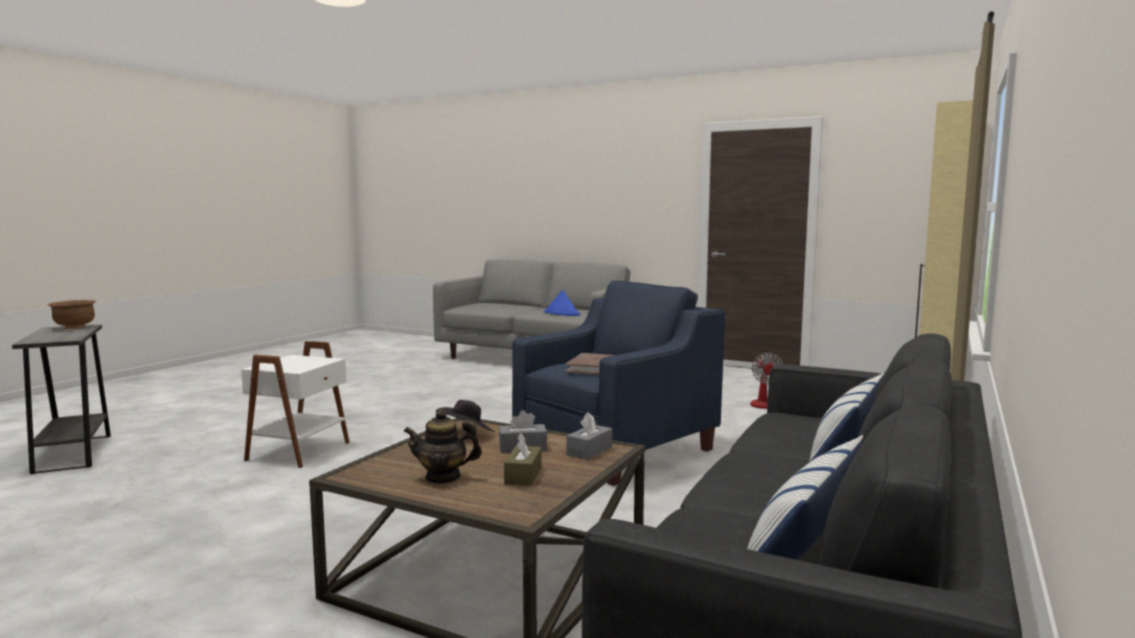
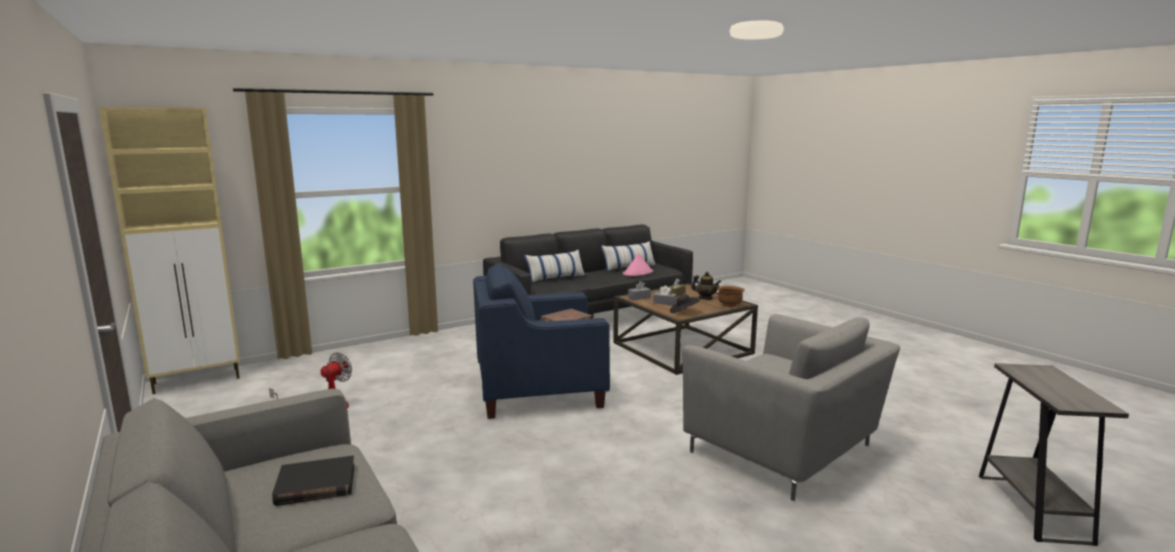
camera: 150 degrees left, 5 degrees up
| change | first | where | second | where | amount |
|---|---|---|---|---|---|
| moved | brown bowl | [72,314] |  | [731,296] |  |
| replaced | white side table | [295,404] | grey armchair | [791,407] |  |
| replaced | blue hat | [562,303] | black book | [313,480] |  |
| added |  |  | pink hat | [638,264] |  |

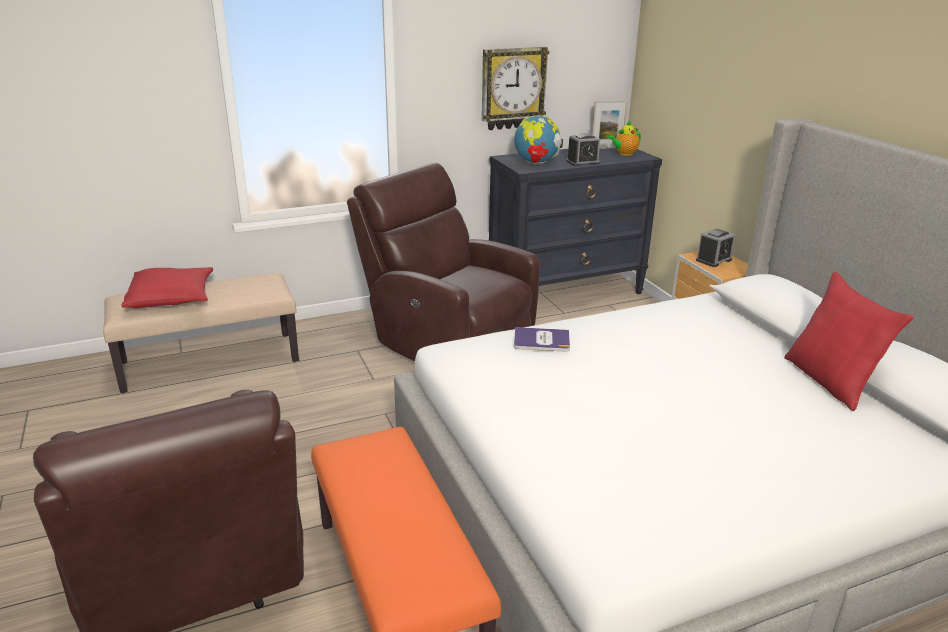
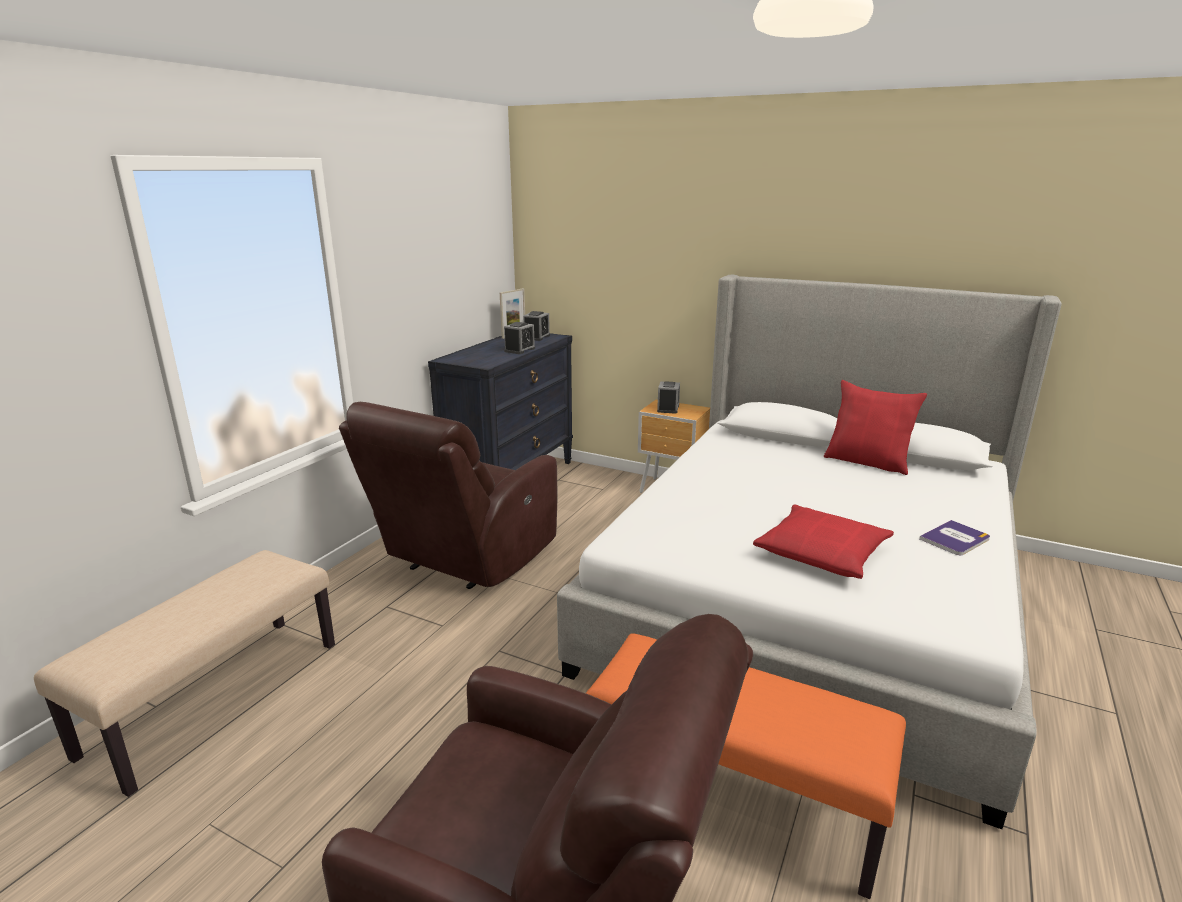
camera: 40 degrees left, 5 degrees down
| change | first | where | second | where | amount |
|---|---|---|---|---|---|
| moved | red pillow | [167,287] |  | [823,541] |  |
| turned | brown armchair | [443,262] |  | [448,495] | 60 degrees counterclockwise |
| removed | wall clock | [515,88] |  |  |  |
| removed | globe | [538,139] |  |  |  |
| moved | book | [542,339] |  | [954,537] |  |
| replaced | teapot | [624,138] | alarm clock | [536,326] |  |

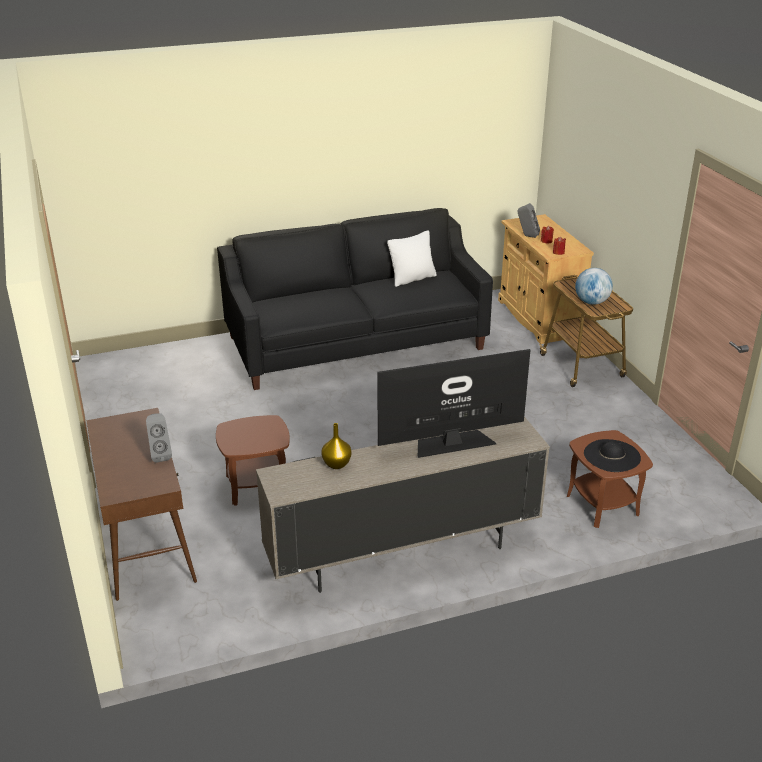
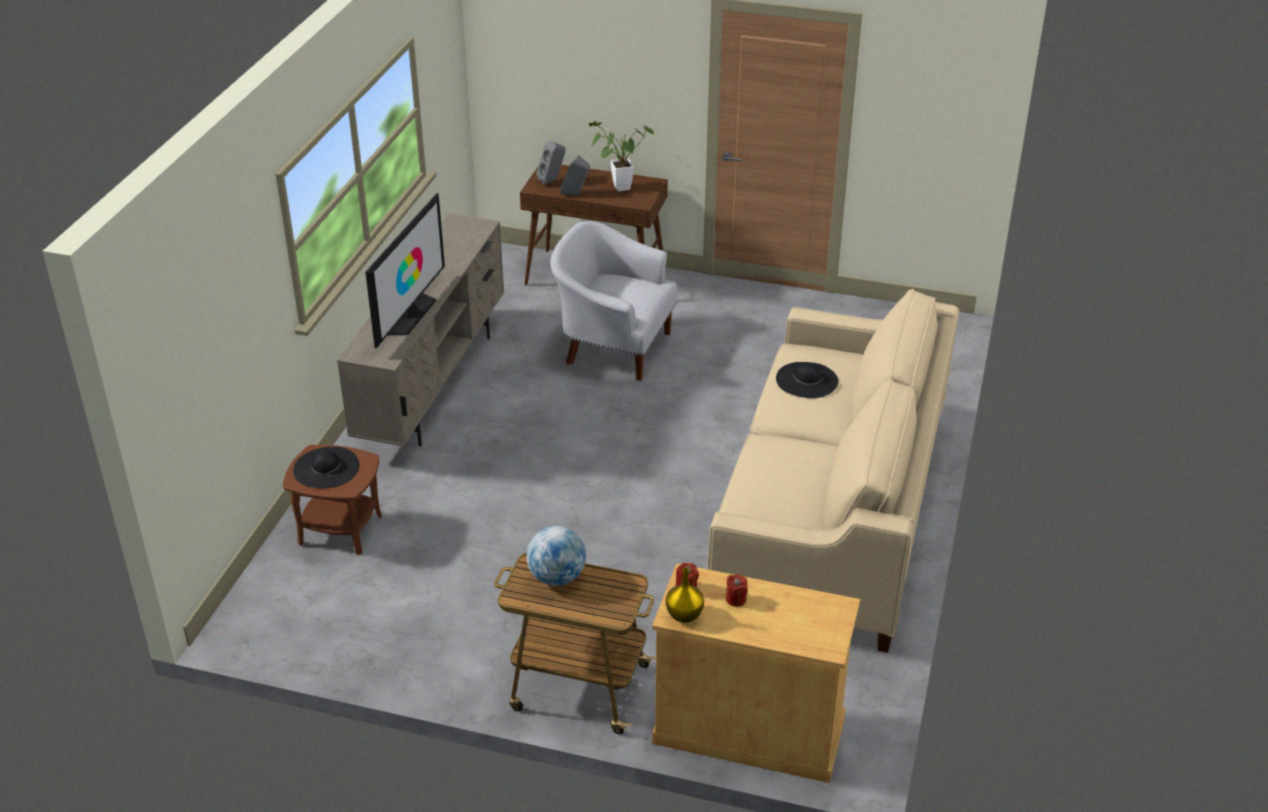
camera: 125 degrees right, 5 degrees up
| change | first | where | second | where | amount |
|---|---|---|---|---|---|
| replaced | brown side table | [253,460] | white armchair | [613,301] |  |
| recoloured | black sofa | [355,299] | beige sofa | [833,471] |  |
| moved | yellow vase | [336,446] |  | [685,595] |  |
| removed | white pillow | [412,258] |  |  |  |
| moved | grey speaker | [529,220] |  | [551,162] |  |
| added |  |  | potted plant | [621,156] |  |
| added |  |  | black hat | [807,380] |  |

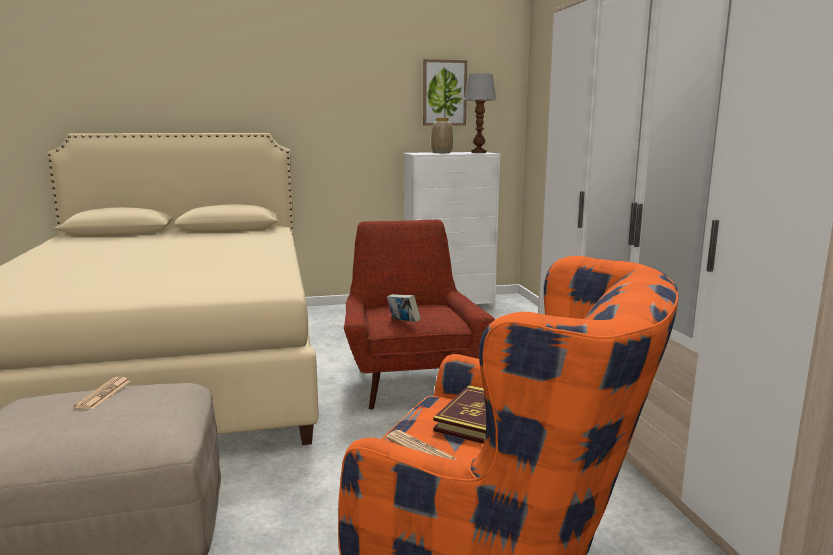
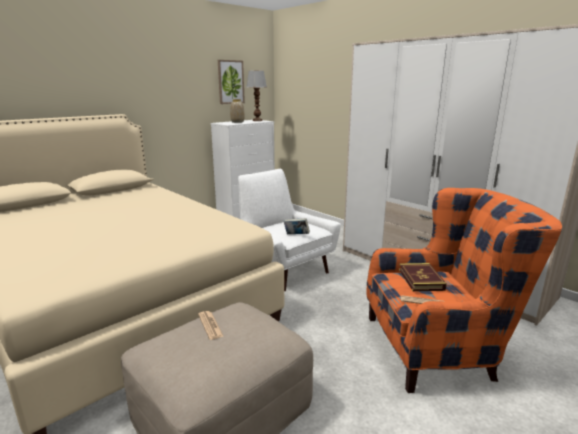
camera: 30 degrees left, 5 degrees up
| change | first | where | second | where | amount |
|---|---|---|---|---|---|
| recoloured | red armchair | [419,314] | white armchair | [289,230] |  |

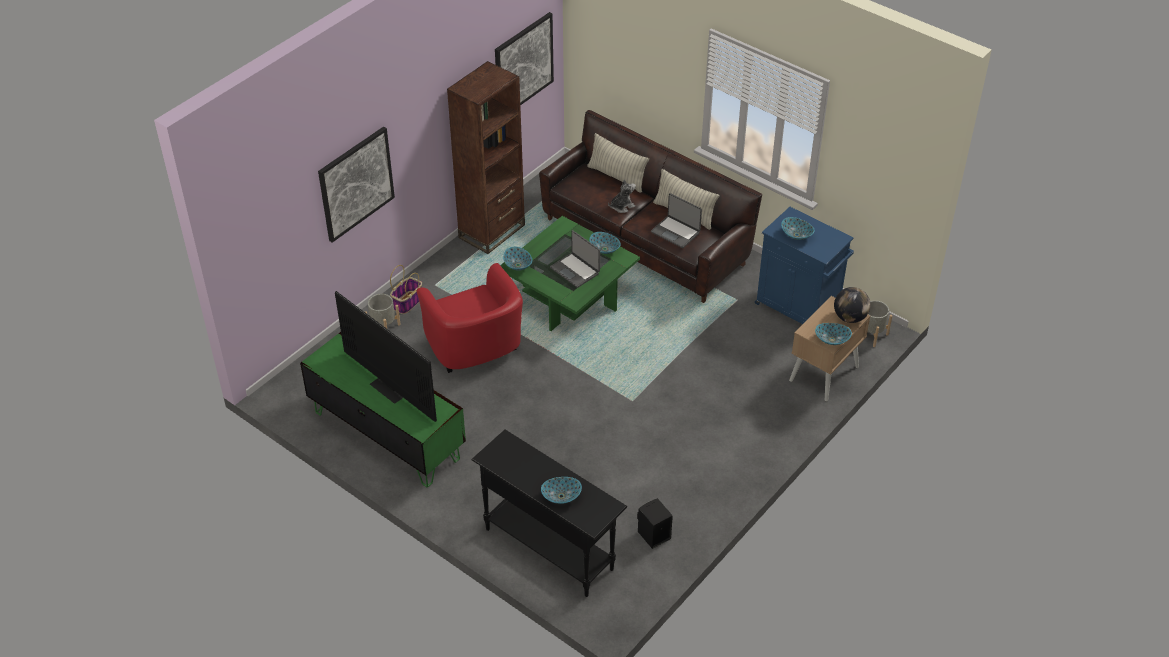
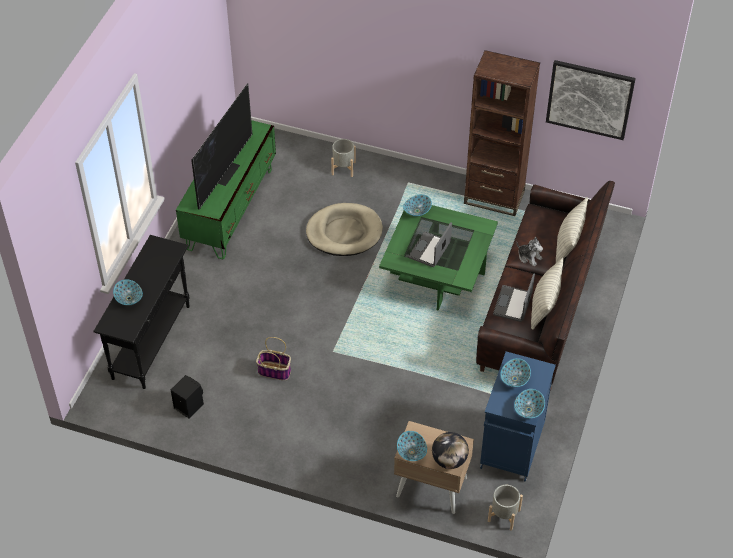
camera: 70 degrees right, 5 degrees up
| change | first | where | second | where | amount |
|---|---|---|---|---|---|
| removed | picture | [356,185] |  |  |  |
| moved | basket | [406,289] |  | [273,358] |  |
| replaced | red armchair | [470,318] | beige dog bed | [344,229] |  |
| moved | bowl | [605,243] |  | [529,403] |  |

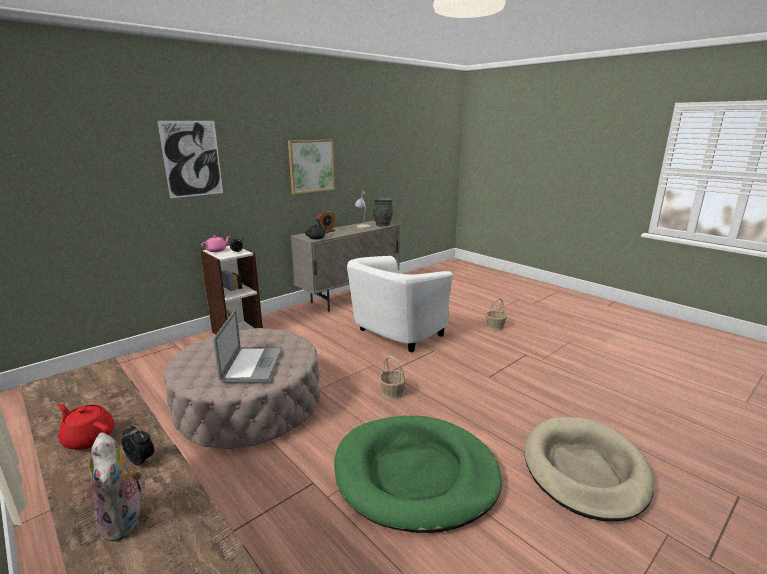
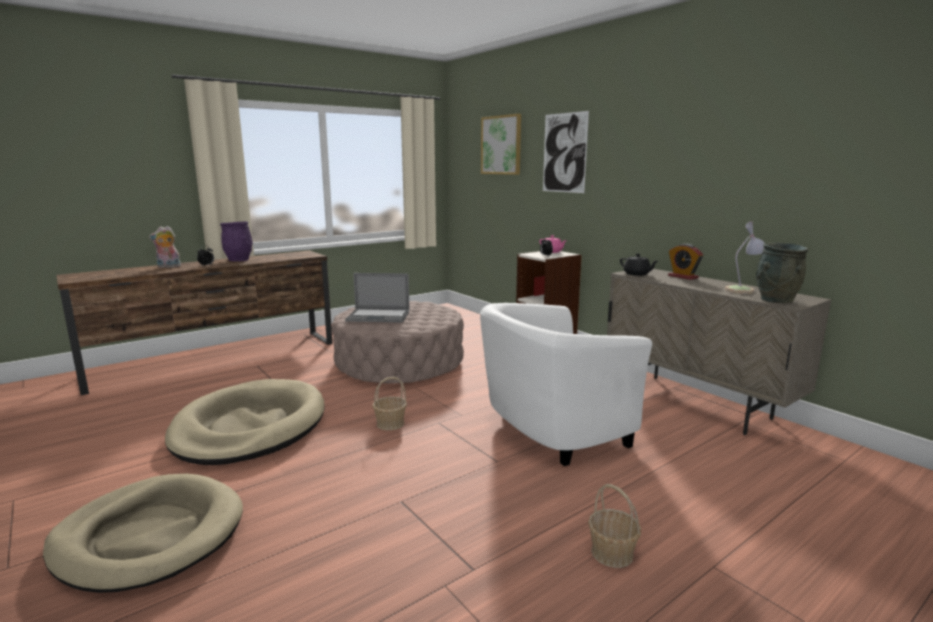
camera: 95 degrees right, 5 degrees down
| change | first | where | second | where | amount |
|---|---|---|---|---|---|
| replaced | red teapot | [86,427] | purple vase | [236,241] |  |
| moved | picture | [311,167] |  | [501,144] |  |
| recoloured | green dog bed | [418,474] | beige dog bed | [245,422] |  |
| turned | white armchair | [400,304] |  | [566,384] | 75 degrees counterclockwise |

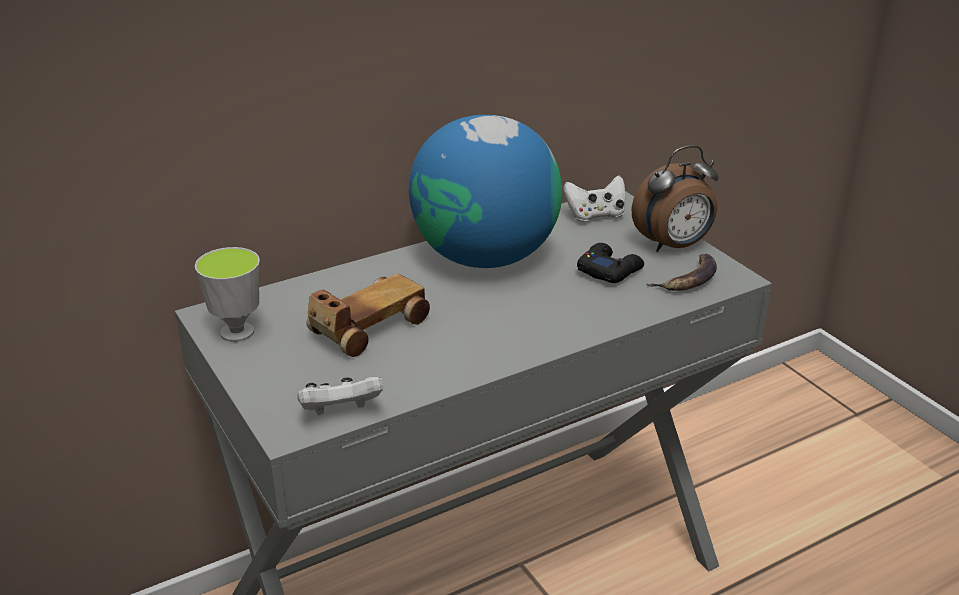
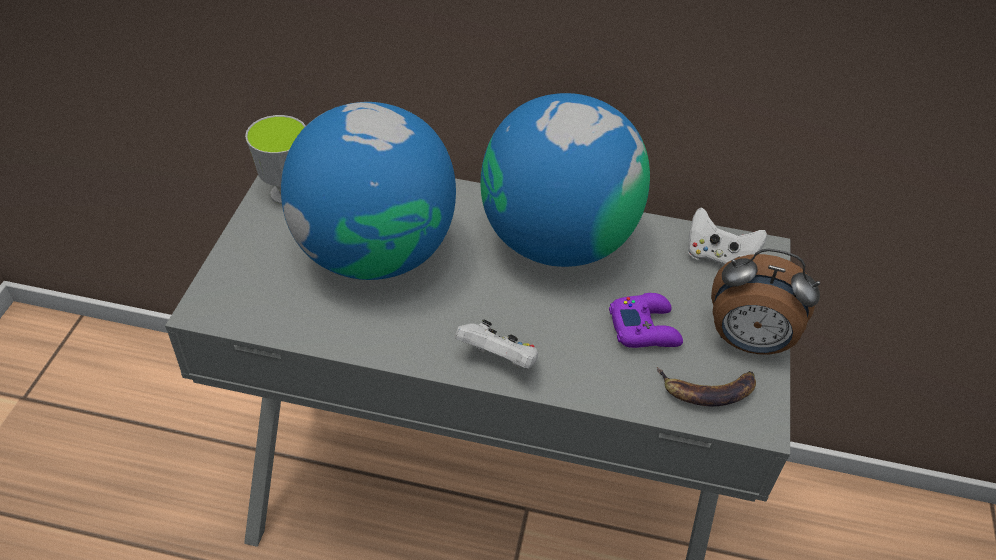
camera: 40 degrees right, 15 degrees up
| change | first | where | second | where | amount |
|---|---|---|---|---|---|
| moved | white game controller | [340,396] |  | [496,344] |  |
| replaced | toy car | [368,315] | globe | [368,191] |  |
| recoloured | black game controller | [610,263] | purple game controller | [646,320] |  |

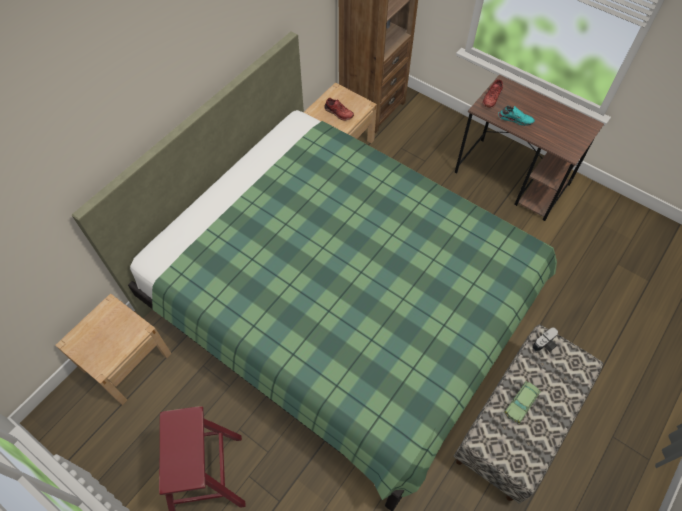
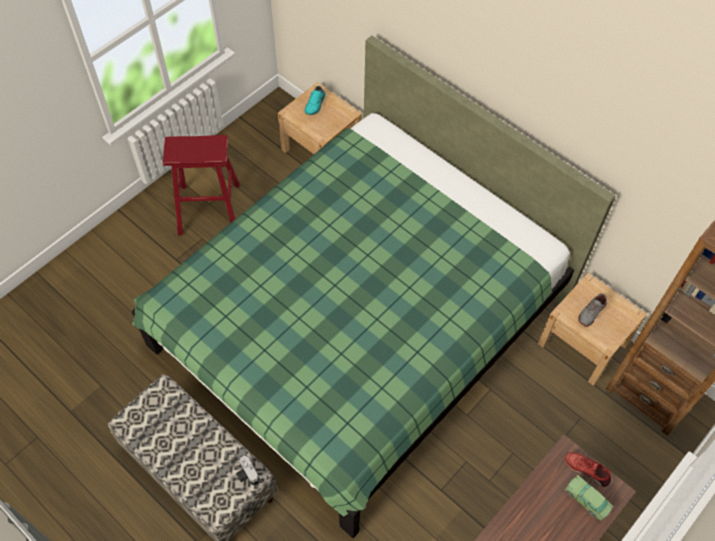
camera: 95 degrees right, 0 degrees up
| change | first | where | second | where | amount |
|---|---|---|---|---|---|
| recoloured | red shoe | [339,109] | grey shoe | [592,310] |  |
| moved | turquoise shoe | [516,116] |  | [315,100] |  |
| moved | toy car | [522,402] |  | [589,498] |  |

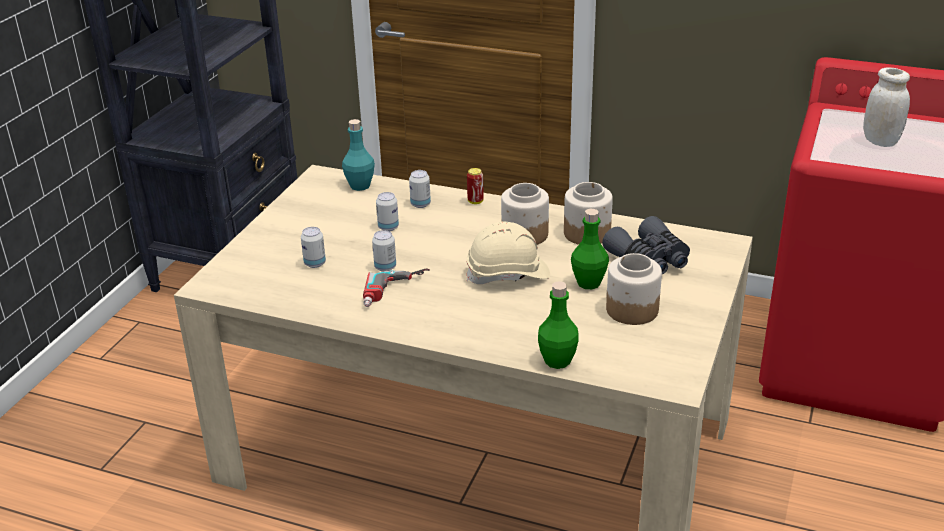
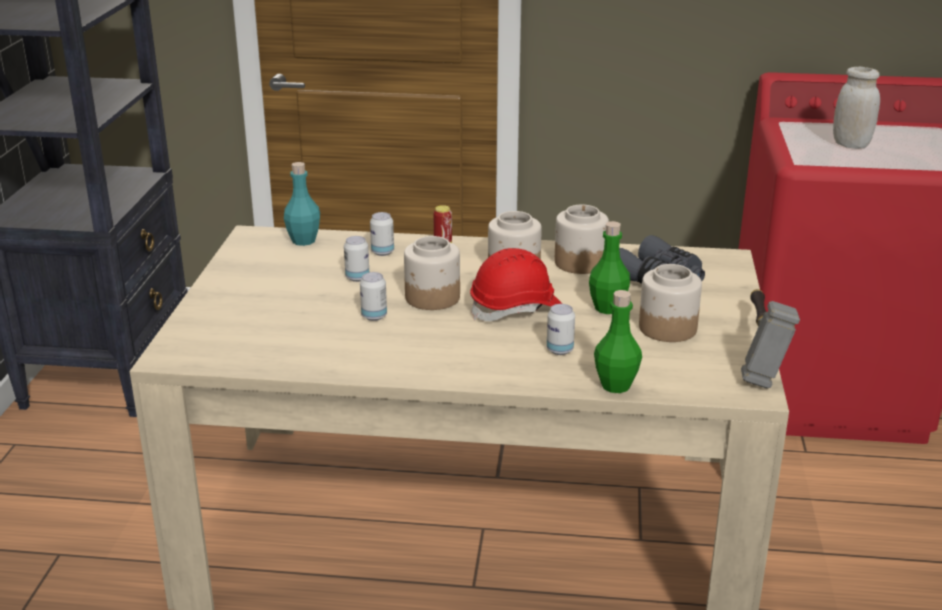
camera: 15 degrees left, 5 degrees down
| change | first | where | second | where | amount |
|---|---|---|---|---|---|
| moved | can | [313,247] |  | [561,329] |  |
| removed | power drill | [396,288] |  |  |  |
| recoloured | beige hard hat | [508,253] | red hard hat | [516,284] |  |
| added |  |  | jar | [432,273] |  |
| added |  |  | hammer | [770,339] |  |

